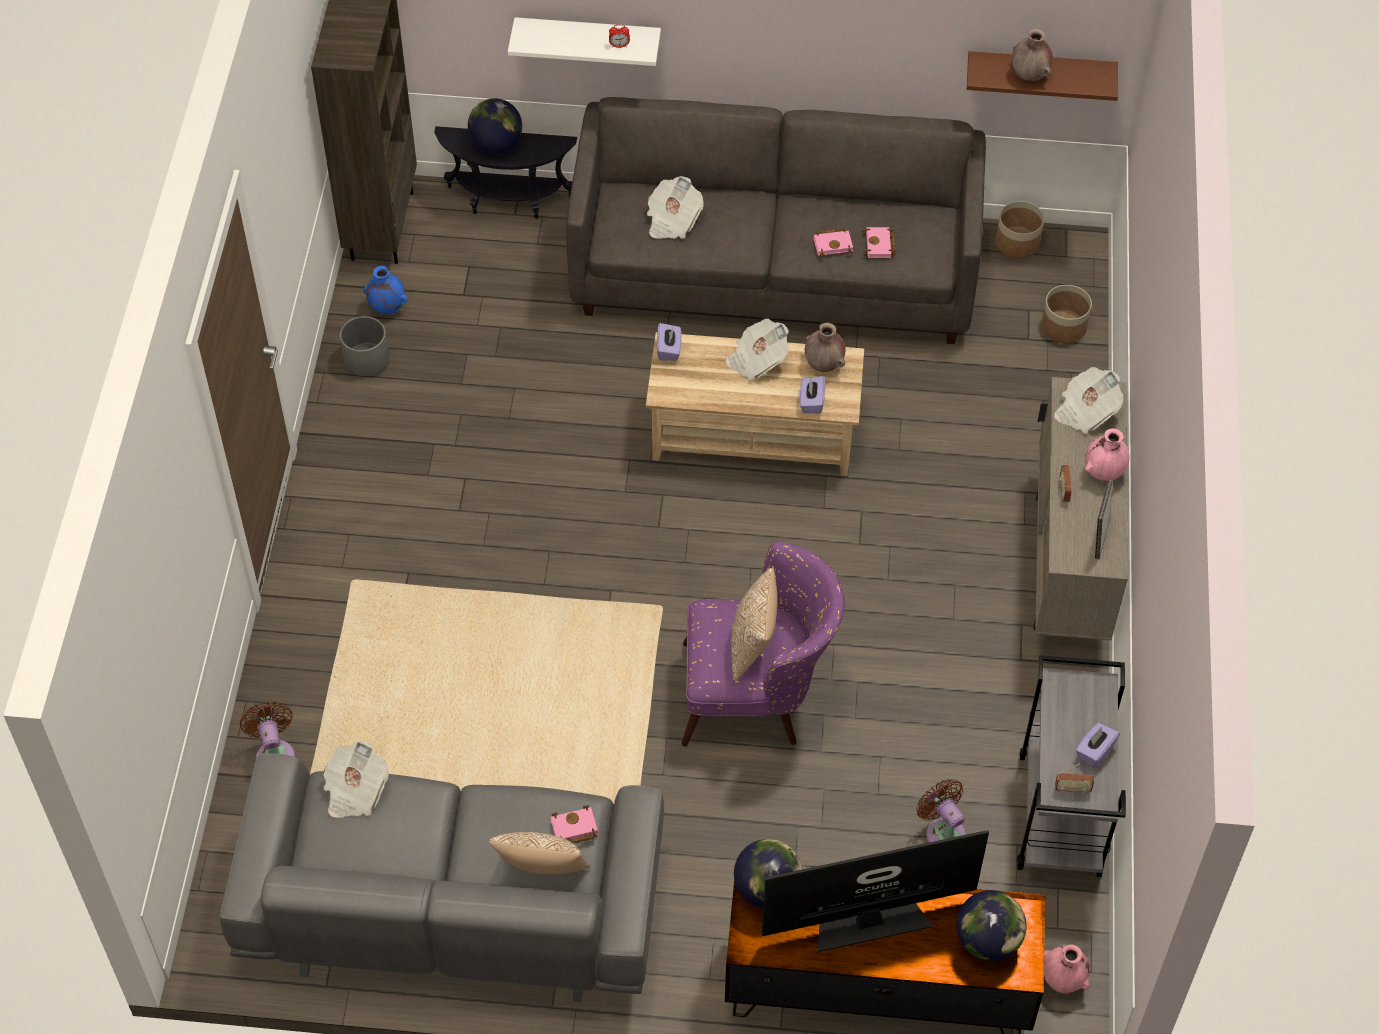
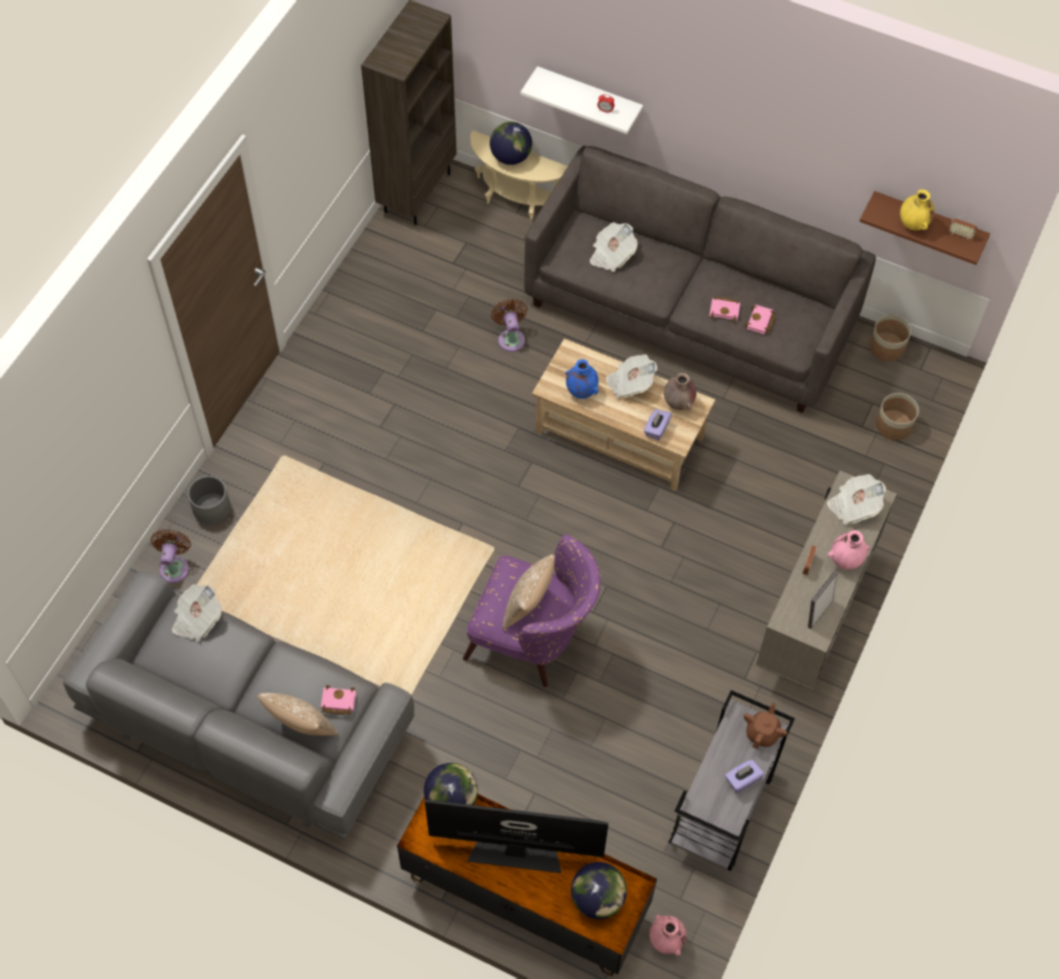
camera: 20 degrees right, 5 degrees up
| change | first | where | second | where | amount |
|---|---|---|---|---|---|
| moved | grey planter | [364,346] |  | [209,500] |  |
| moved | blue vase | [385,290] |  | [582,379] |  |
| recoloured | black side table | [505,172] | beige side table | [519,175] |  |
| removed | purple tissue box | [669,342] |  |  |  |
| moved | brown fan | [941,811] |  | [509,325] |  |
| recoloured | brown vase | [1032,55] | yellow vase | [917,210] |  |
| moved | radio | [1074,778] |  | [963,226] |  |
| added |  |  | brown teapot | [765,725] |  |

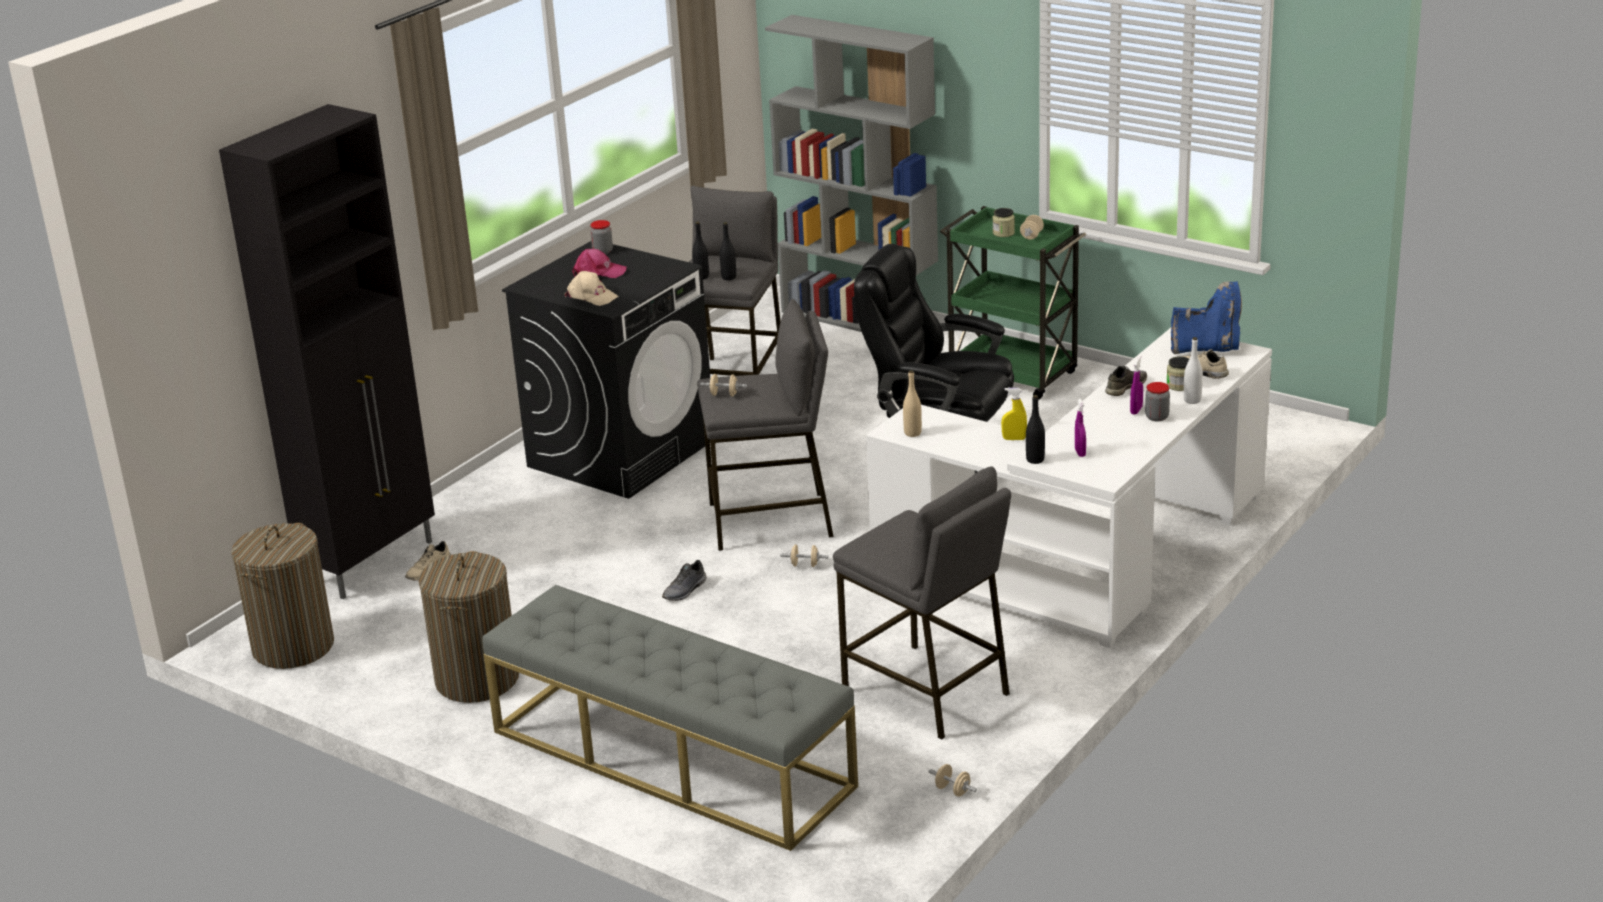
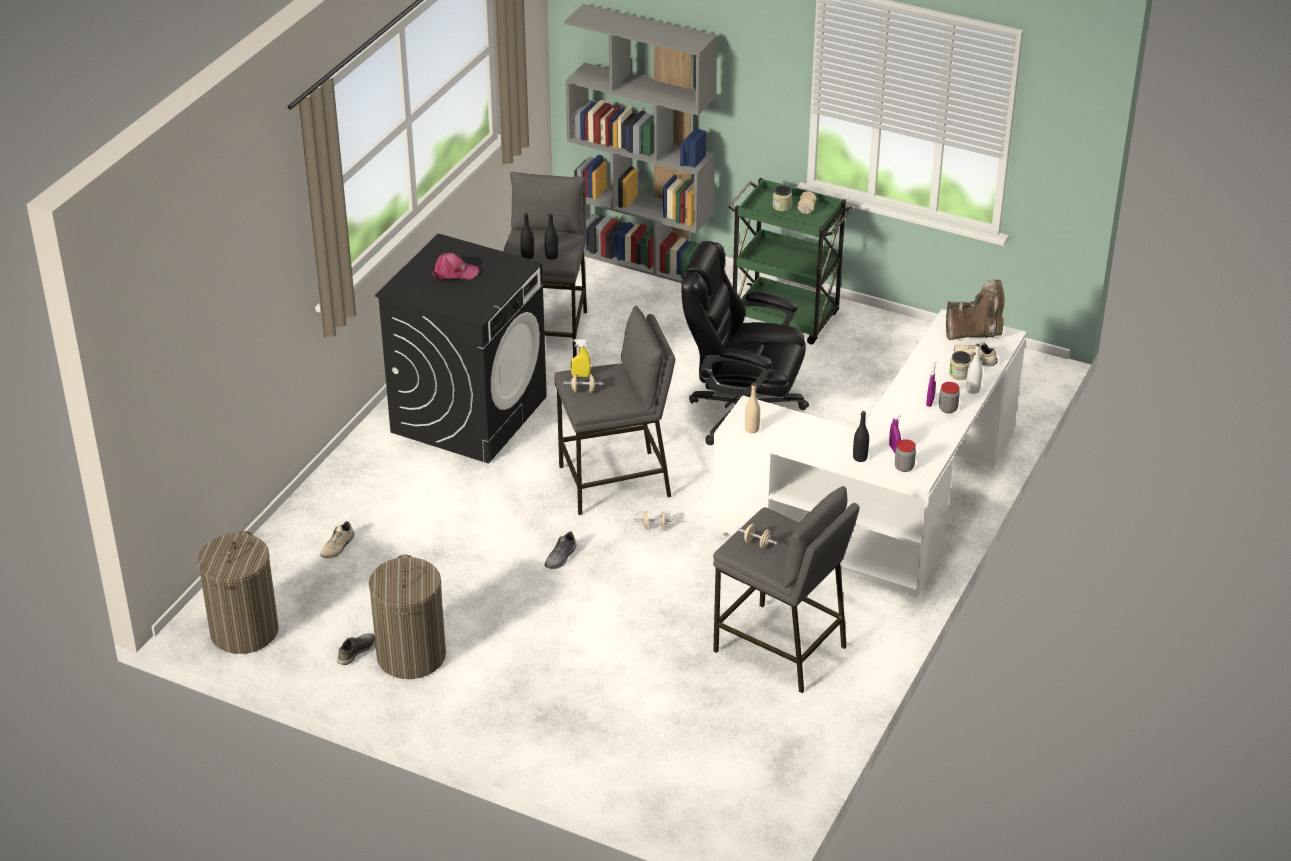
camera: 10 degrees left, 10 degrees up
| change | first | where | second | where | amount |
|---|---|---|---|---|---|
| removed | black cabinet | [327,351] |  |  |  |
| removed | grey bench | [670,718] |  |  |  |
| removed | beige cap | [591,288] |  |  |  |
| moved | jar | [601,237] |  | [905,455] |  |
| moved | beige dumbbell | [952,780] |  | [758,536] |  |
| moved | yellow spray bottle | [1014,414] |  | [581,358] |  |
| moved | grey shoe | [1126,381] |  | [356,649] |  |
| recoloured | blue boot | [1206,317] | brown boot | [975,309] |  |

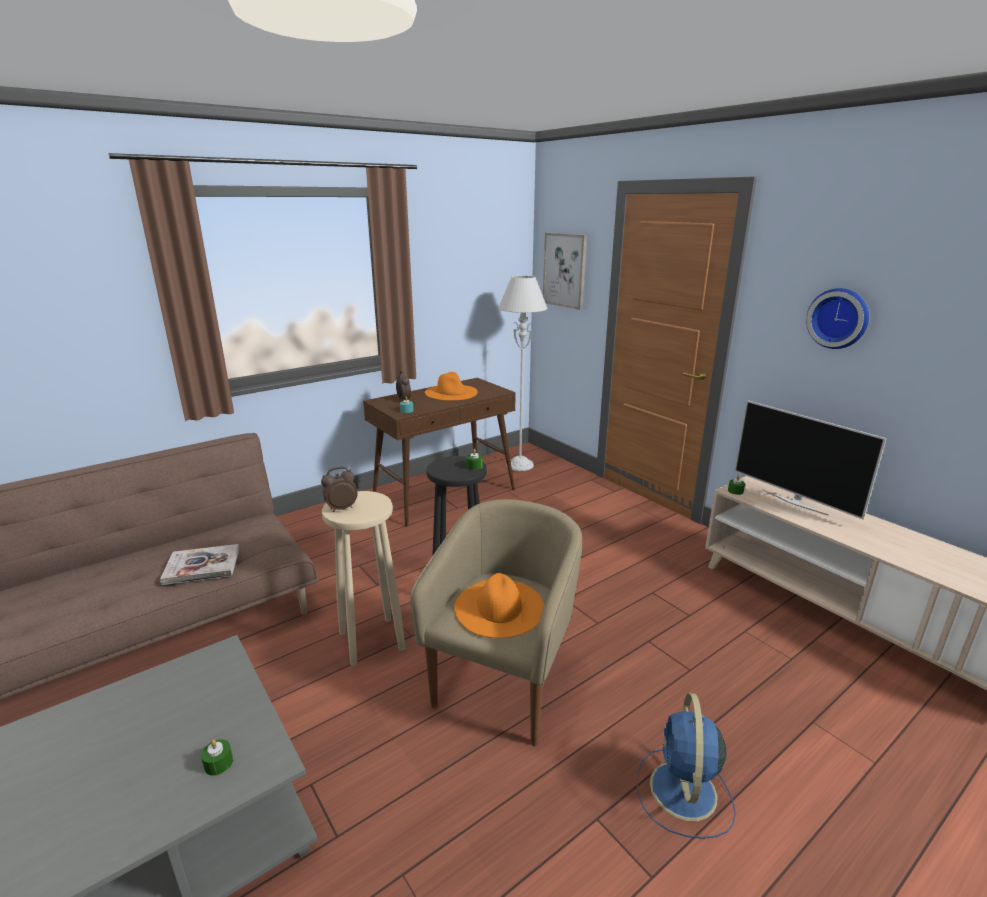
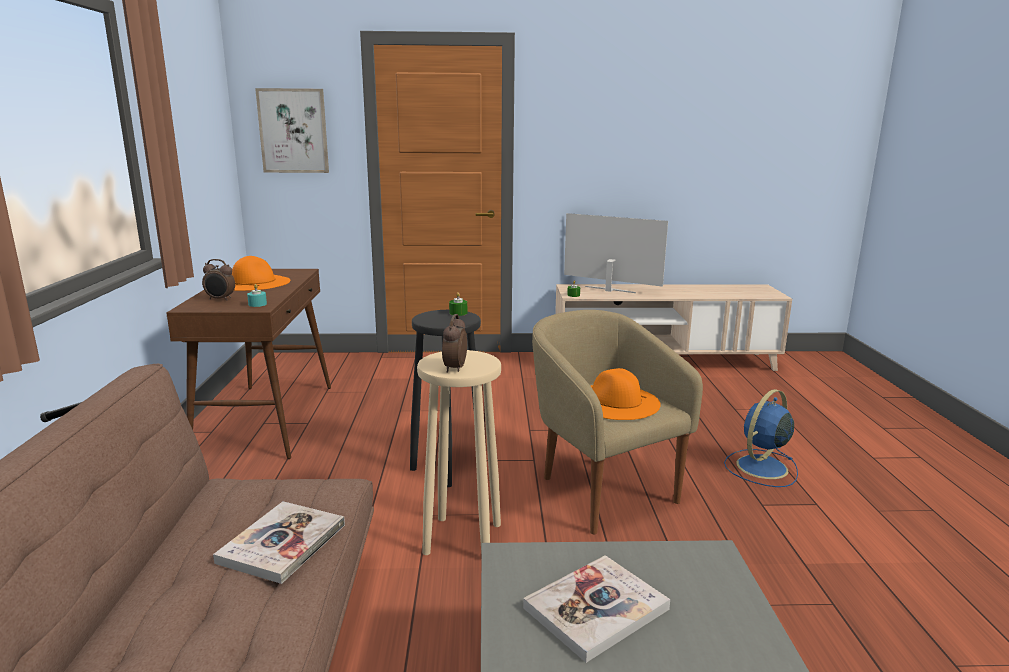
camera: 55 degrees left, 5 degrees down
| change | first | where | second | where | amount |
|---|---|---|---|---|---|
| removed | green candle | [217,757] |  |  |  |
| removed | grey floor lamp | [523,373] |  |  |  |
| turned | blue fan | [686,766] |  | [761,438] | 90 degrees clockwise |
| turned | television | [810,460] |  | [616,253] | 150 degrees counterclockwise |
| removed | wall clock | [837,318] |  |  |  |
| added |  |  | book | [596,609] |  |

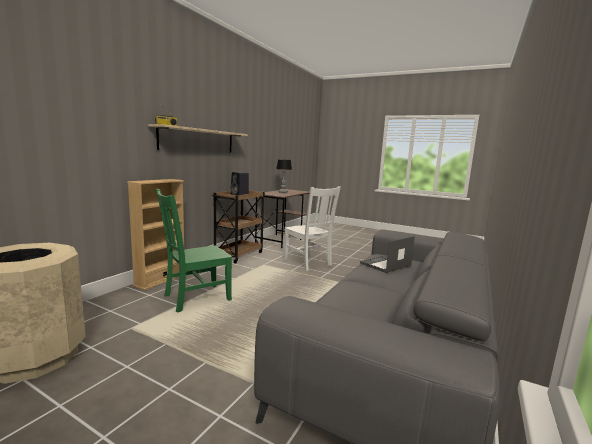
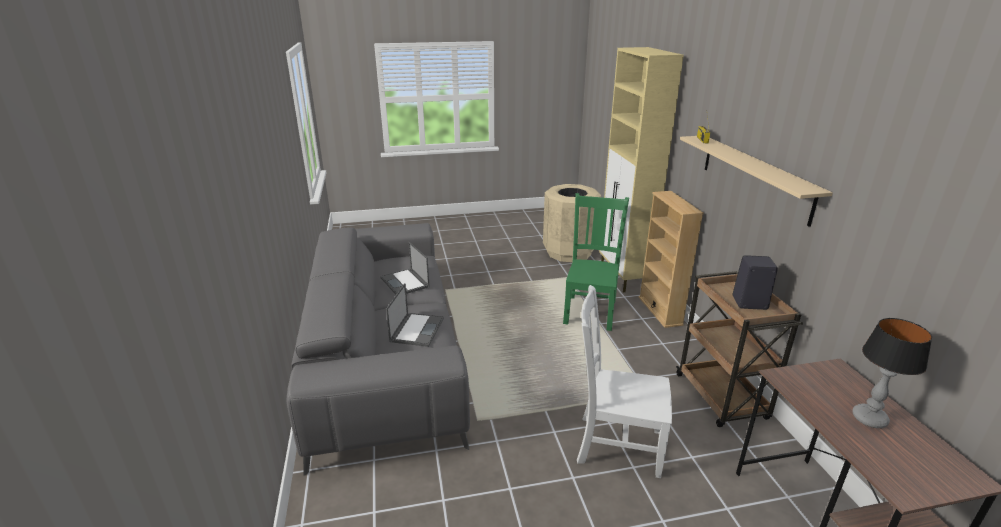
camera: 140 degrees right, 15 degrees up
| change | first | where | second | where | amount |
|---|---|---|---|---|---|
| added |  |  | laptop | [405,268] |  |
| added |  |  | beige cabinet | [641,169] |  |

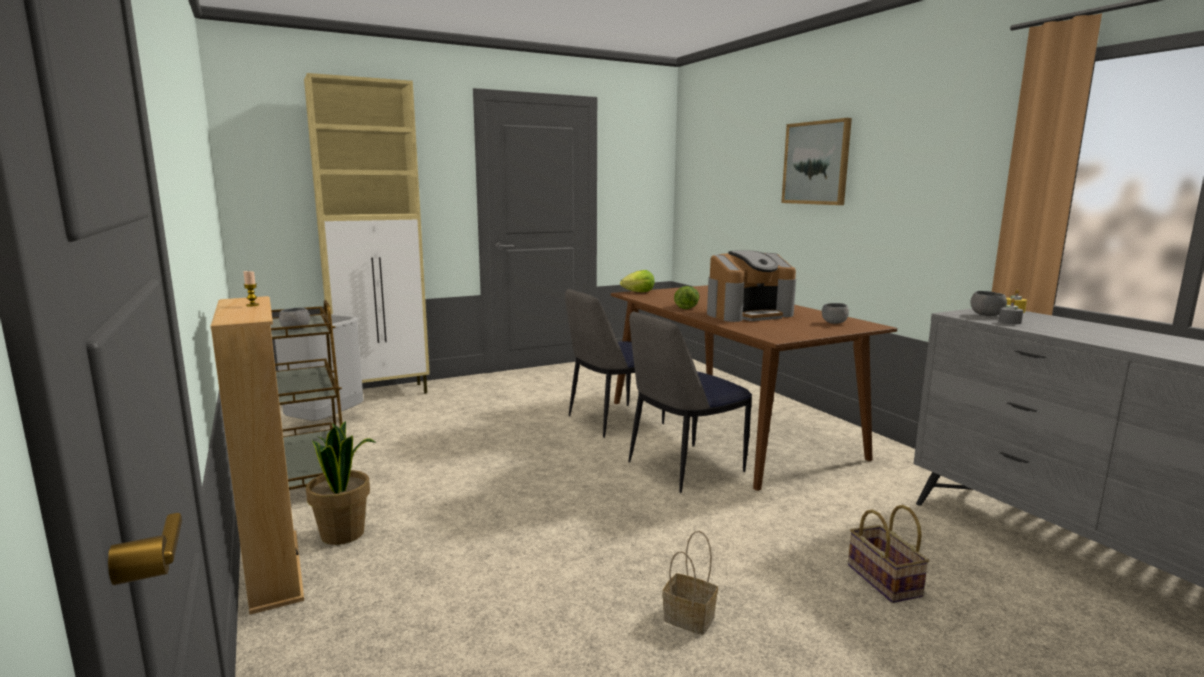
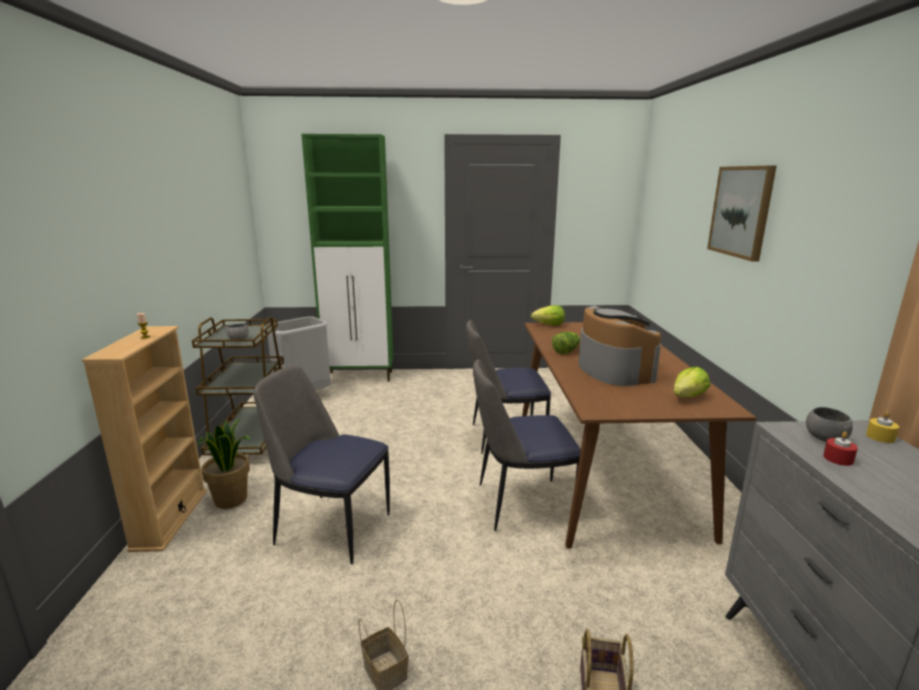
camera: 25 degrees right, 5 degrees up
| change | first | where | second | where | amount |
|---|---|---|---|---|---|
| recoloured | beige cabinet | [367,233] | green cabinet | [347,258] |  |
| turned | coffee machine | [751,286] |  | [619,346] | 105 degrees counterclockwise |
| replaced | grey bowl | [835,313] | lettuce | [691,382] |  |
| recoloured | grey candle | [1010,311] | red candle | [840,449] |  |
| added |  |  | chair | [321,465] |  |

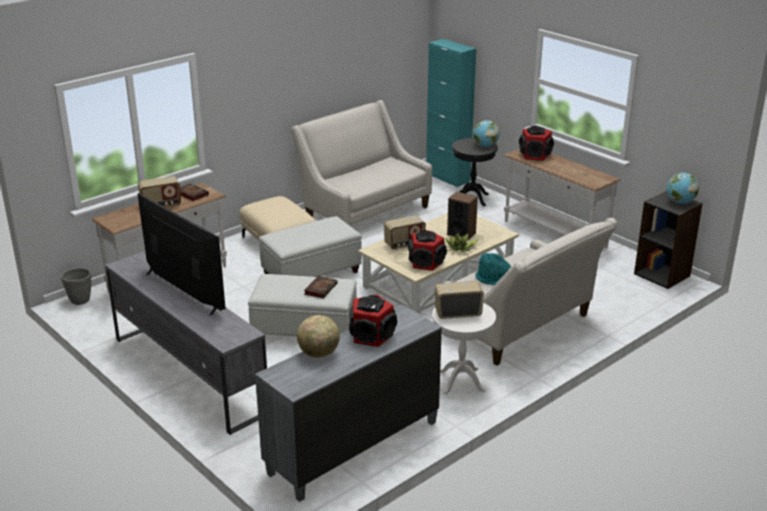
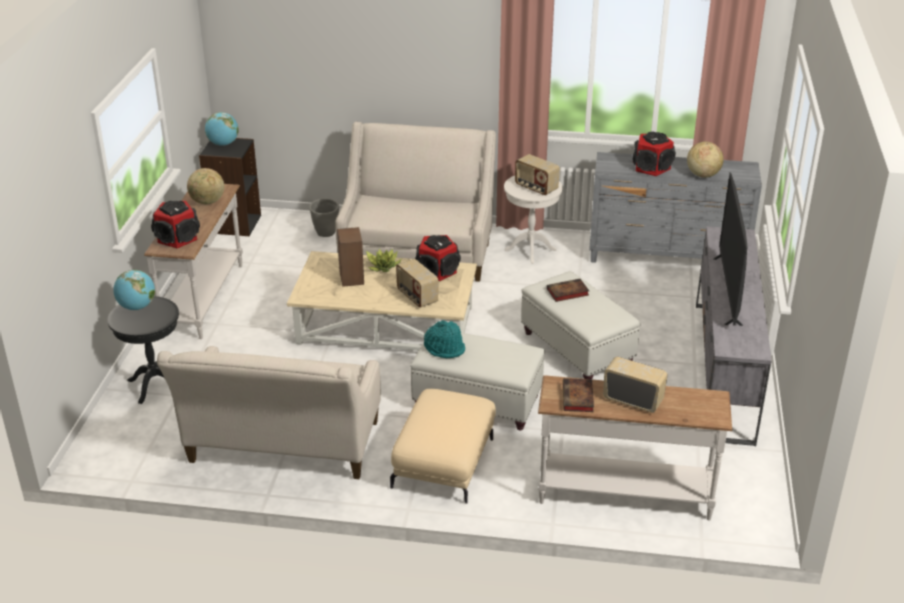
camera: 130 degrees left, 5 degrees up
| change | first | where | second | where | amount |
|---|---|---|---|---|---|
| moved | grey planter | [76,286] |  | [324,218] |  |
| turned | radio | [405,232] |  | [417,283] | 150 degrees counterclockwise |
| removed | turquoise cabinet | [451,113] |  |  |  |
| moved | turquoise hat | [493,269] |  | [444,339] |  |
| added |  |  | globe | [205,186] |  |

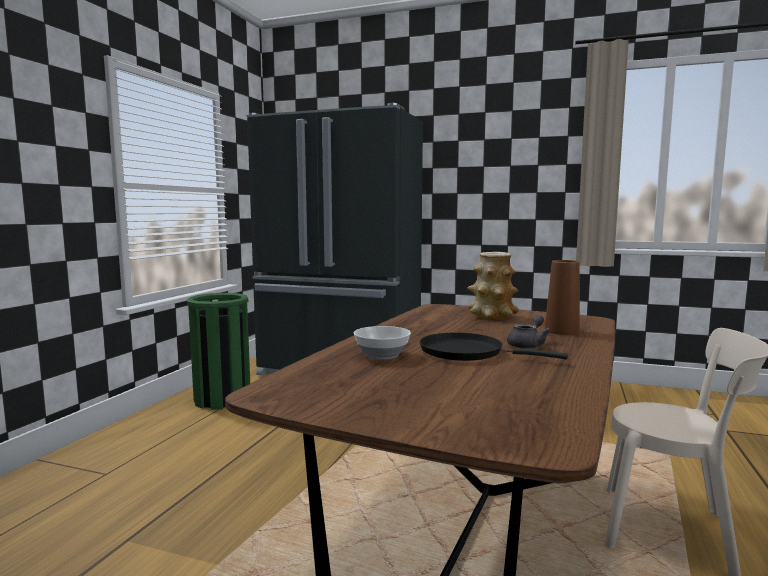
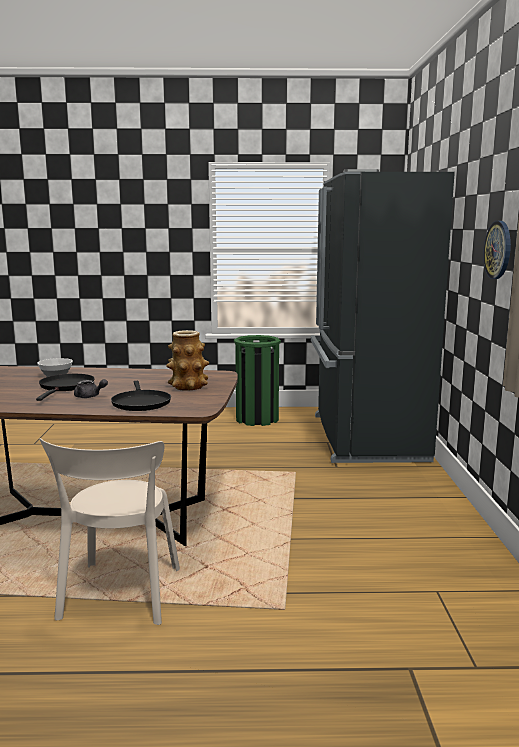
camera: 70 degrees right, 5 degrees up
| change | first | where | second | where | amount |
|---|---|---|---|---|---|
| replaced | brown vase | [562,297] | black frying pan | [141,396] |  |
| added |  |  | wall clock | [497,250] |  |

